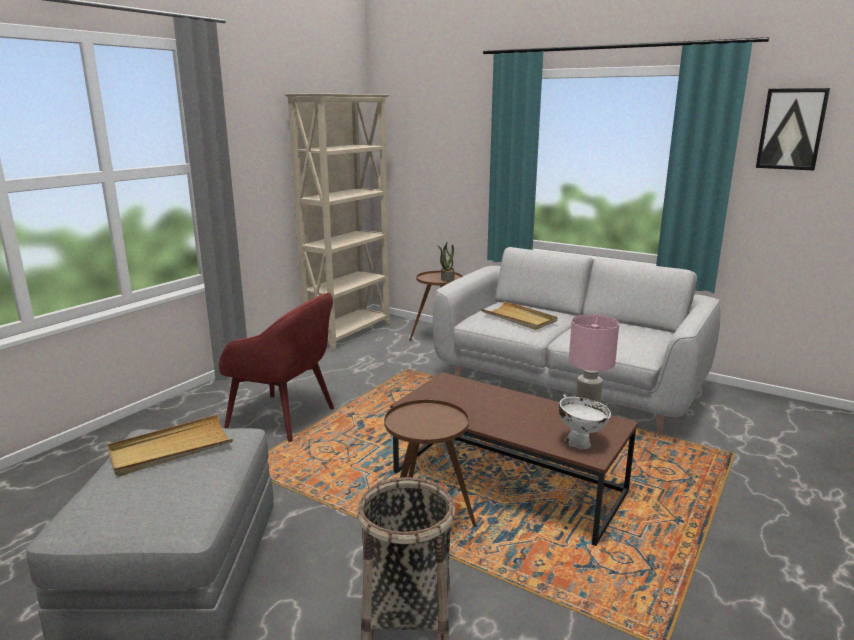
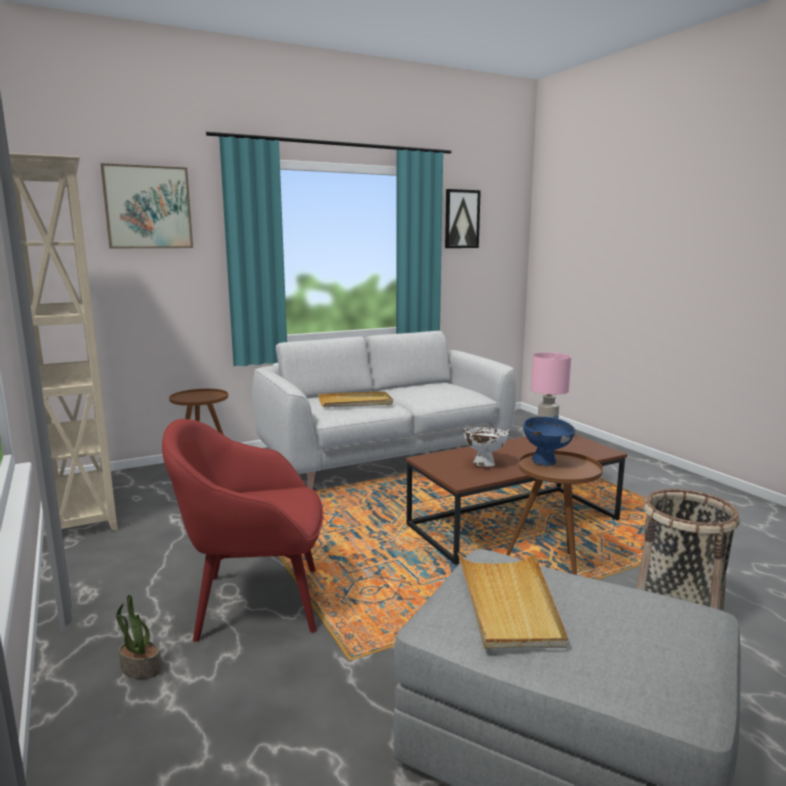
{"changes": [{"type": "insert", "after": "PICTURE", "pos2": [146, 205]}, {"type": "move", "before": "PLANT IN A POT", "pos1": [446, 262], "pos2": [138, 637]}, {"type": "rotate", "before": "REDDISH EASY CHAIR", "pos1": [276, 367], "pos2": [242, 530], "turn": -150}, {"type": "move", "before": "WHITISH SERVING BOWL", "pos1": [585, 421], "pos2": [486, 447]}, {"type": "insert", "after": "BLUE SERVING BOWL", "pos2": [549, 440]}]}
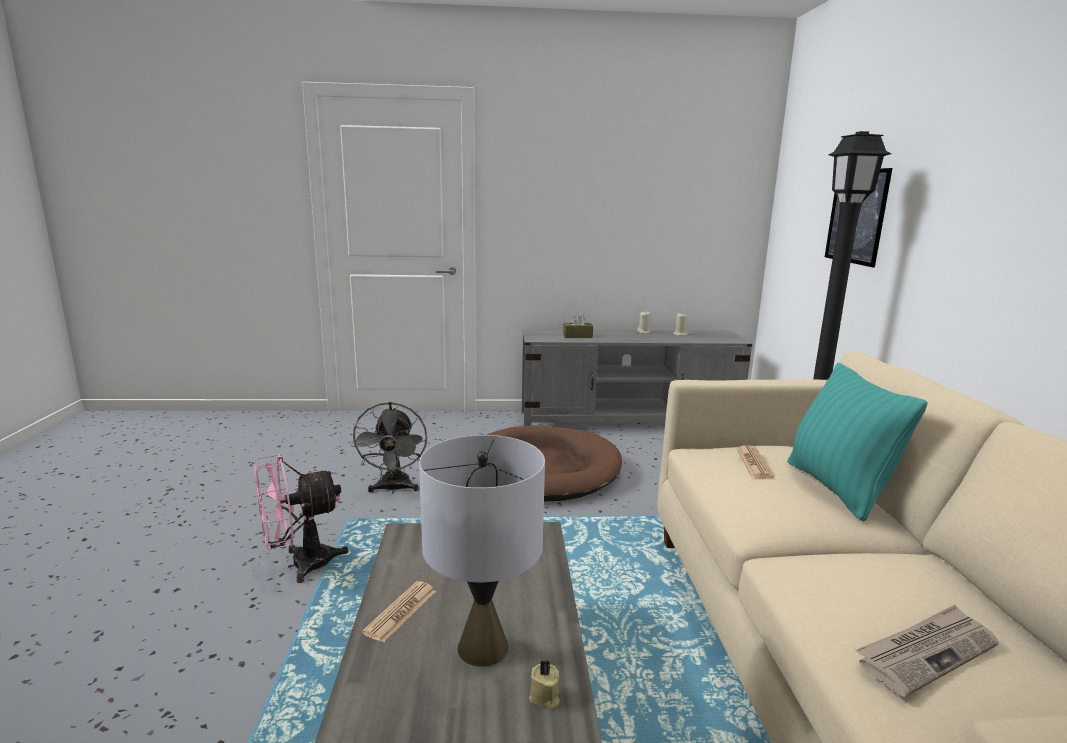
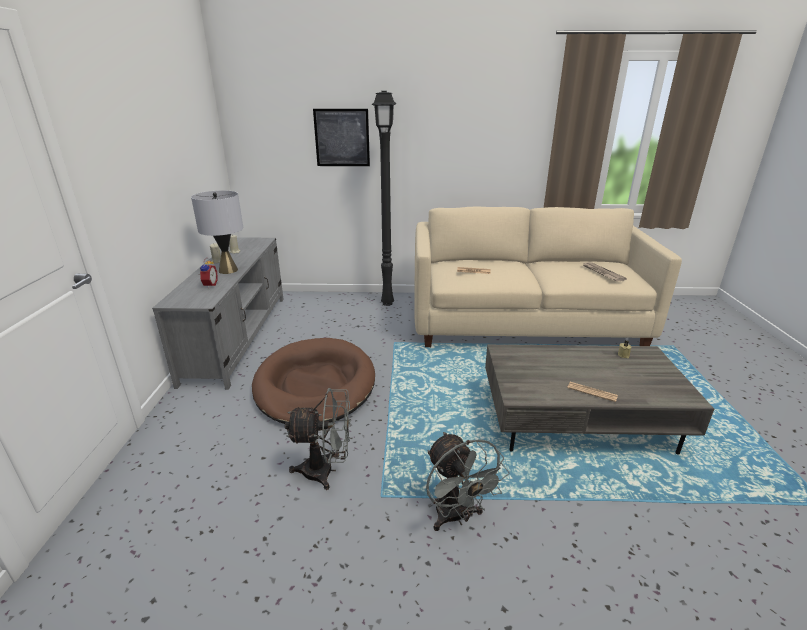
{"changes": [{"type": "move", "before": "GREY TABLE LAMP", "pos1": [482, 551], "pos2": [217, 232]}, {"type": "replace", "before": "BROWN-COLOURED TISSUE HOLDER", "after": "TABLE CLOCK", "pos1": [578, 325], "pos2": [208, 273]}, {"type": "recolor", "before": "PINK ELECTRIC FAN", "after": "GREY ELECTRIC FAN", "pos1": [302, 518], "pos2": [467, 481]}, {"type": "delete", "before": "TURQUOISE PILLOW", "pos1": [857, 442]}]}
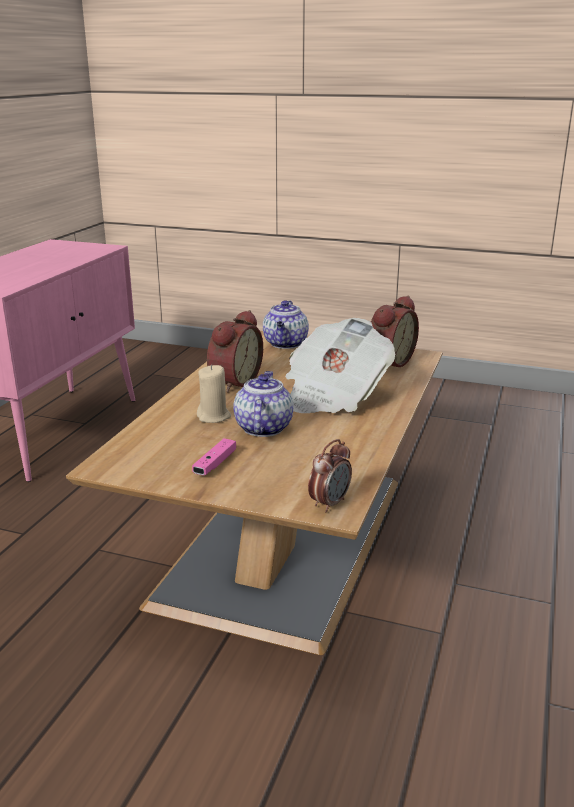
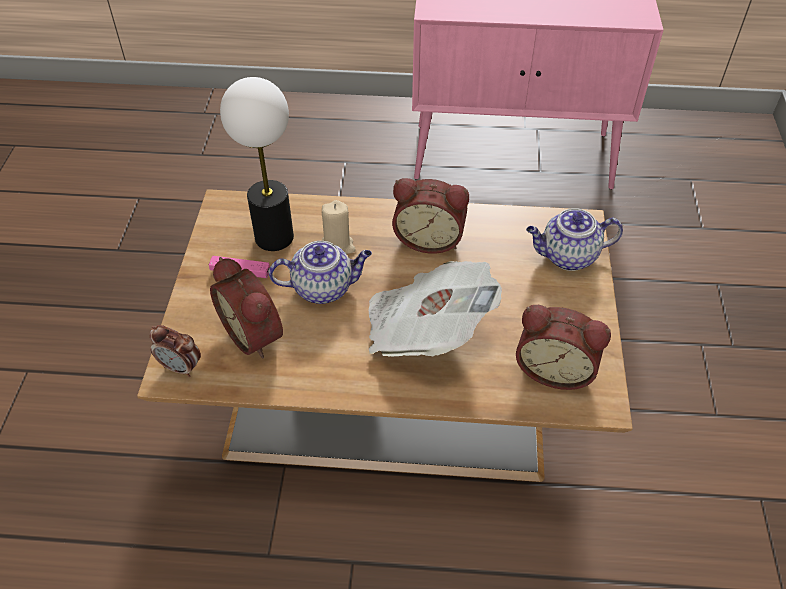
{"changes": [{"type": "insert", "after": "TABLE CLOCK", "pos2": [246, 308]}, {"type": "insert", "after": "TABLE LAMP", "pos2": [257, 164]}]}
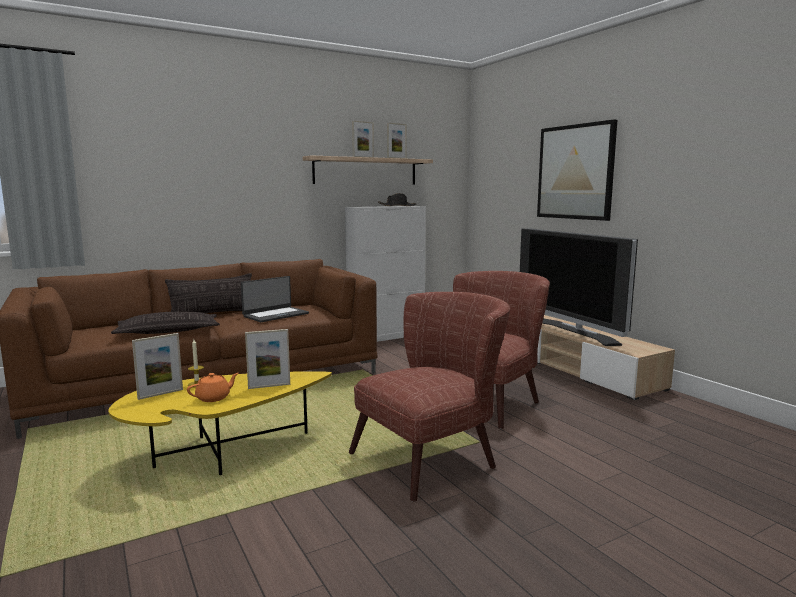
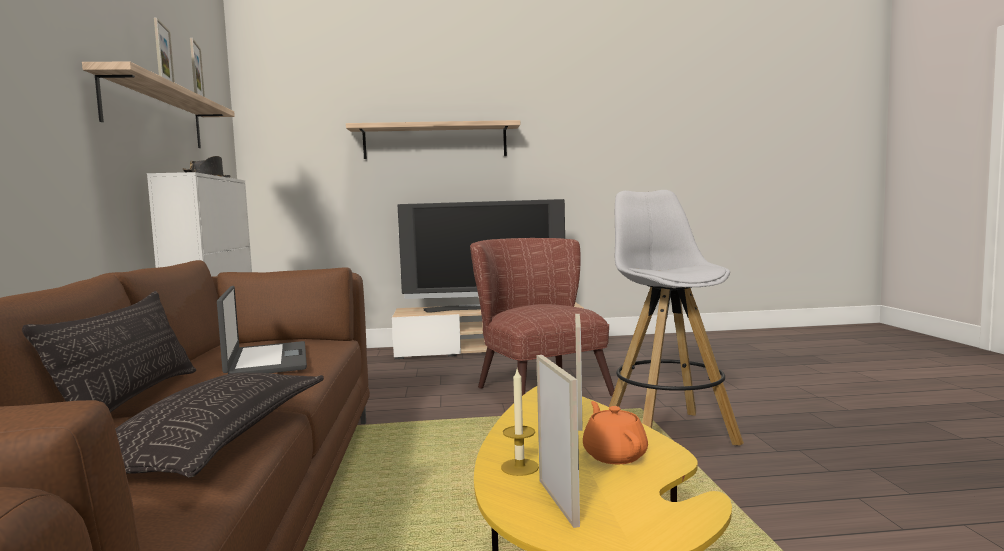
{"changes": [{"type": "replace", "before": "PICTURE", "after": "SHELF", "pos1": [577, 170], "pos2": [433, 139]}, {"type": "replace", "before": "BROWN-COLOURED EASY CHAIR", "after": "WHITISH STOOL", "pos1": [429, 397], "pos2": [676, 318]}]}
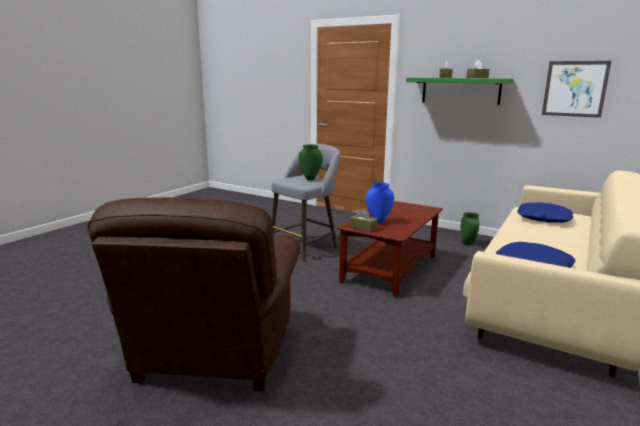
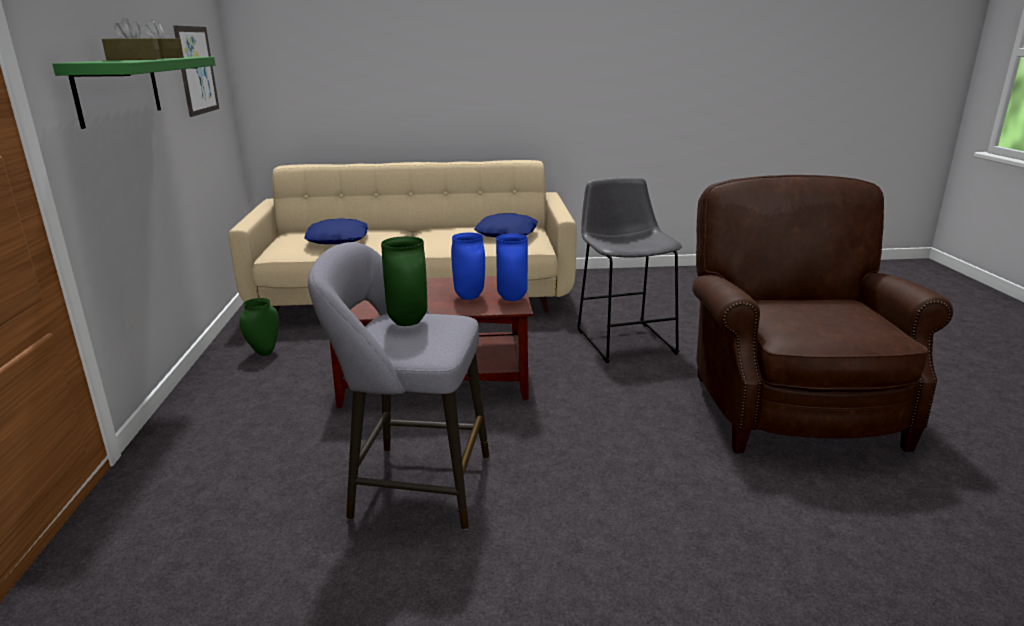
{"changes": [{"type": "replace", "before": "BROWN-COLOURED TISSUE HOLDER", "after": "BLUE VASE", "pos1": [364, 220], "pos2": [512, 267]}, {"type": "insert", "after": "GREY STOOL", "pos2": [629, 270]}, {"type": "rotate", "before": "BROWN-COLOURED EASY CHAIR", "pos1": [194, 294], "pos2": [822, 314], "turn": -60}]}
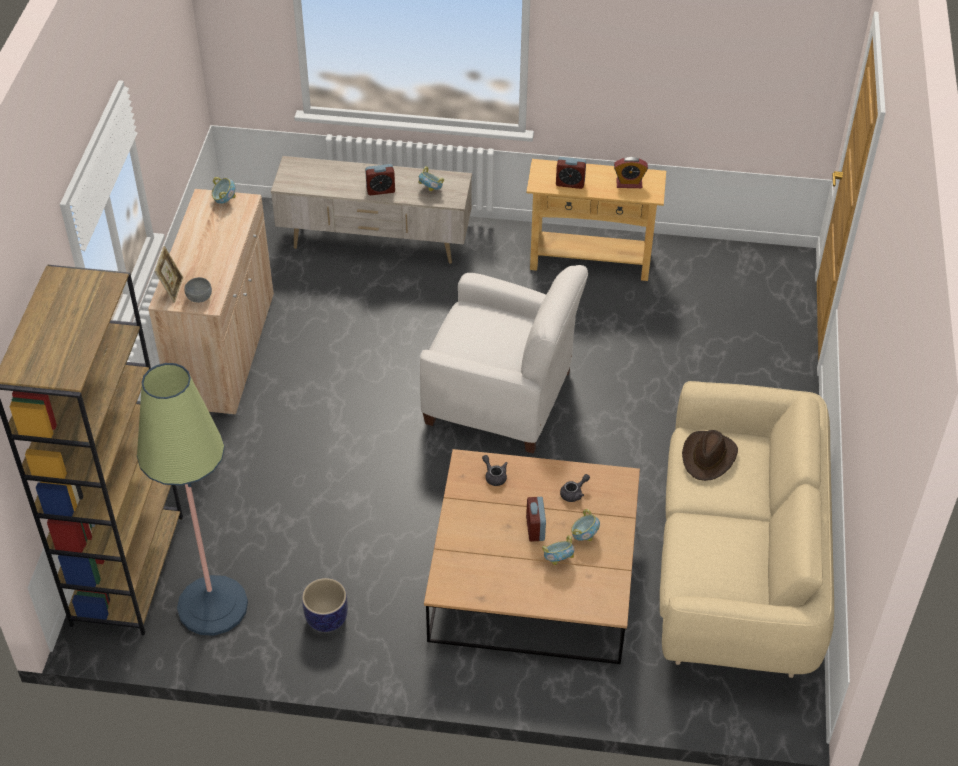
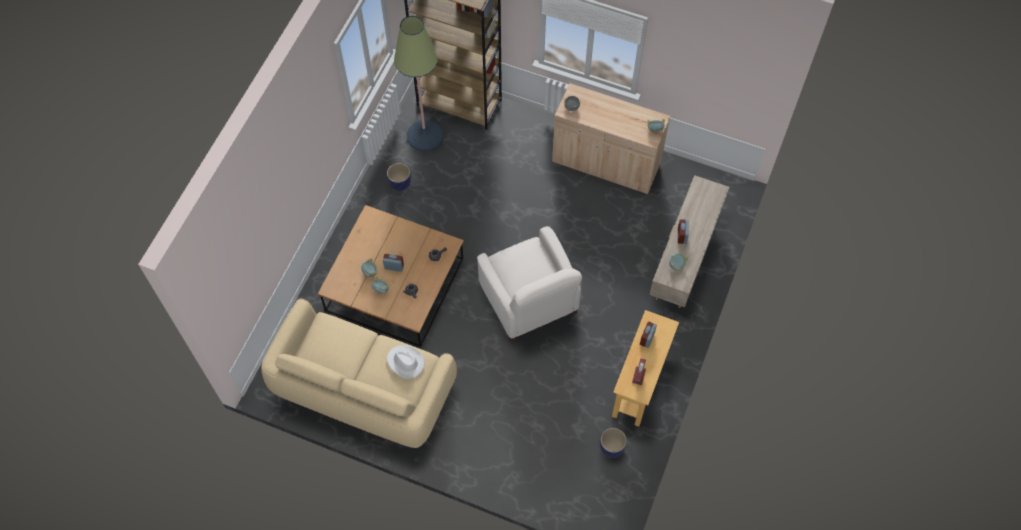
{"changes": [{"type": "recolor", "before": "BROWN-COLOURED HAT", "after": "WHITISH HAT", "pos1": [710, 455], "pos2": [405, 362]}, {"type": "rotate", "before": "WHITISH EASY CHAIR", "pos1": [504, 359], "pos2": [529, 284], "turn": -60}, {"type": "insert", "after": "FLOWER POT", "pos2": [613, 443]}, {"type": "delete", "before": "PHOTO FRAME", "pos1": [169, 274]}]}
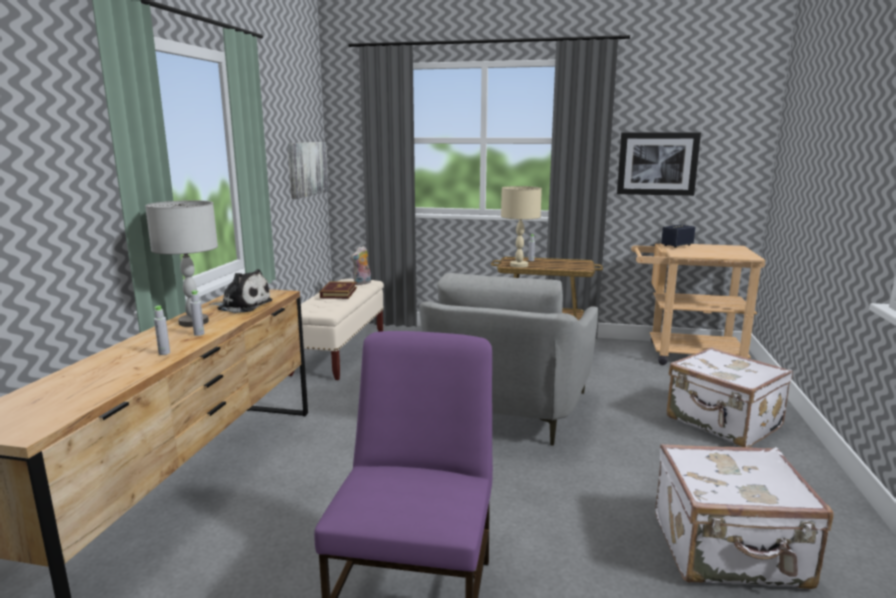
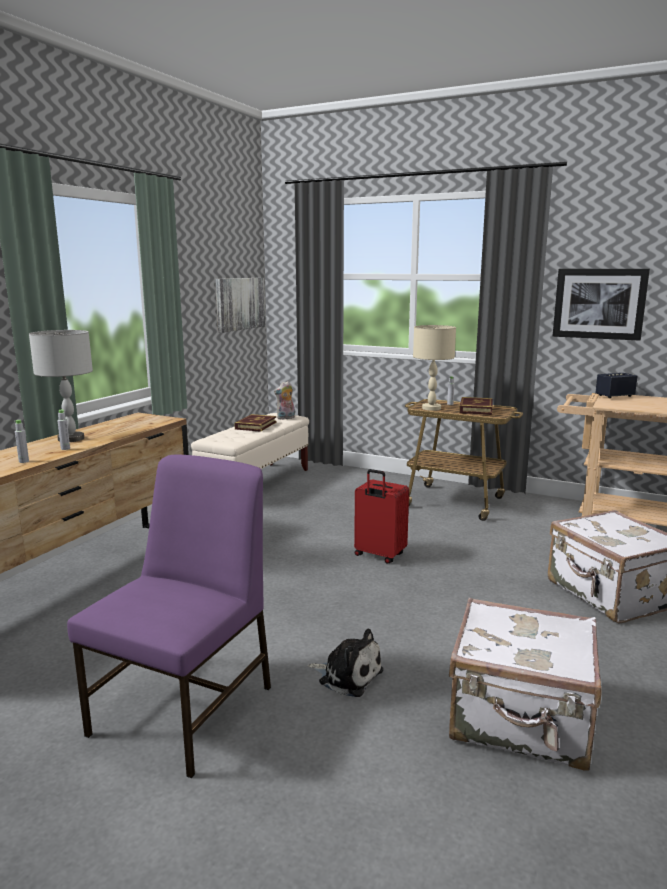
{"changes": [{"type": "move", "before": "CUDDLY TOY", "pos1": [241, 291], "pos2": [345, 663]}, {"type": "replace", "before": "GREY EASY CHAIR", "after": "REDDISH PIECE OF LUGGAGE", "pos1": [508, 359], "pos2": [381, 516]}, {"type": "insert", "after": "BOOK", "pos2": [476, 406]}]}
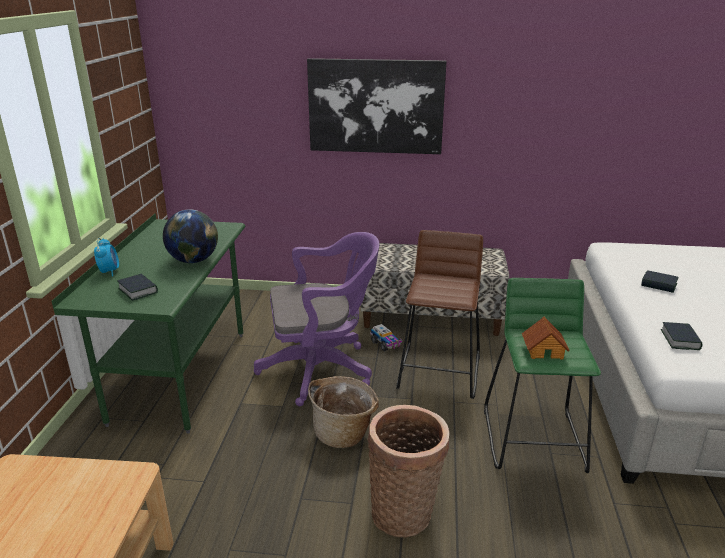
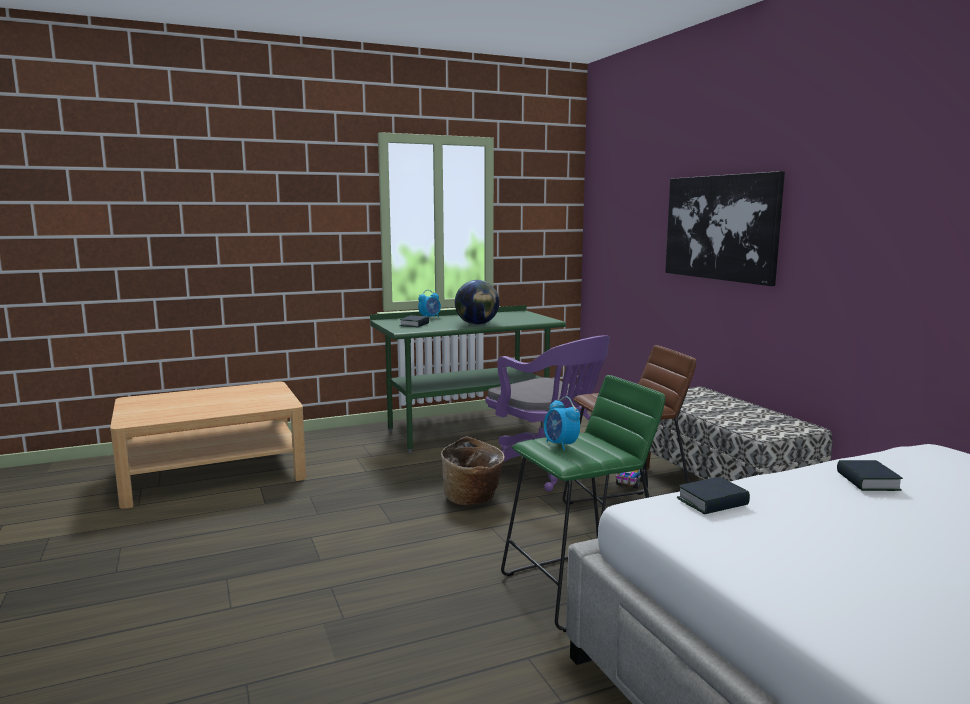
{"changes": [{"type": "replace", "before": "TOY HOUSE", "after": "TABLE CLOCK", "pos1": [546, 338], "pos2": [562, 423]}, {"type": "delete", "before": "BASKET", "pos1": [408, 471]}]}
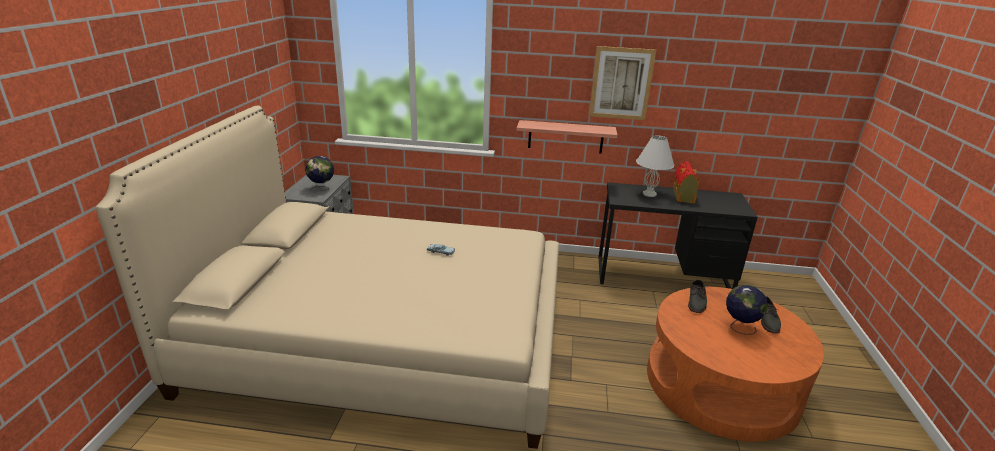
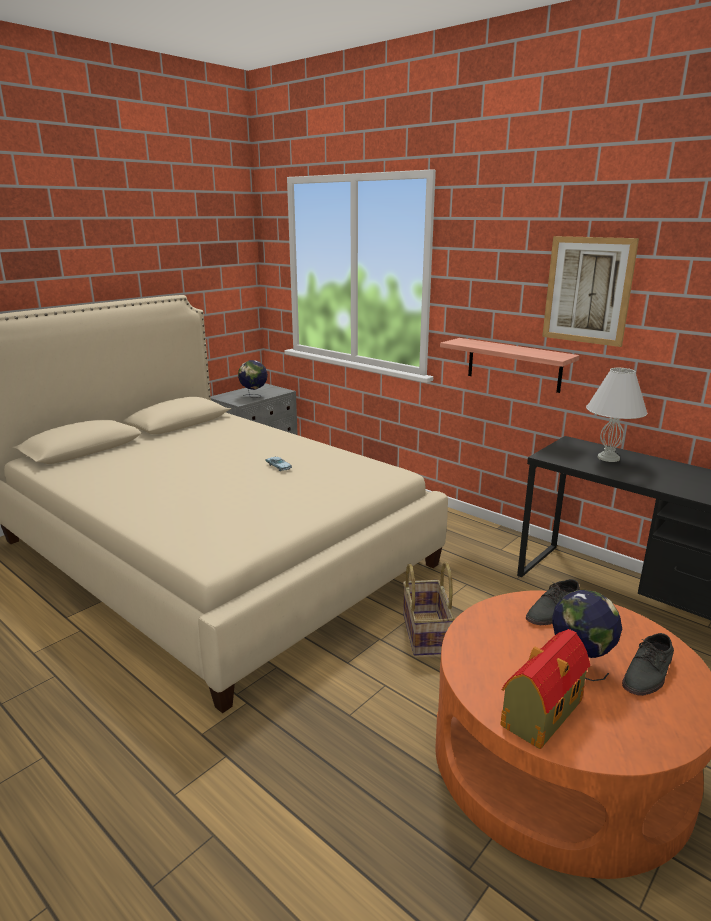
{"changes": [{"type": "insert", "after": "BASKET", "pos2": [428, 609]}, {"type": "move", "before": "TOY HOUSE", "pos1": [686, 182], "pos2": [545, 689]}]}
